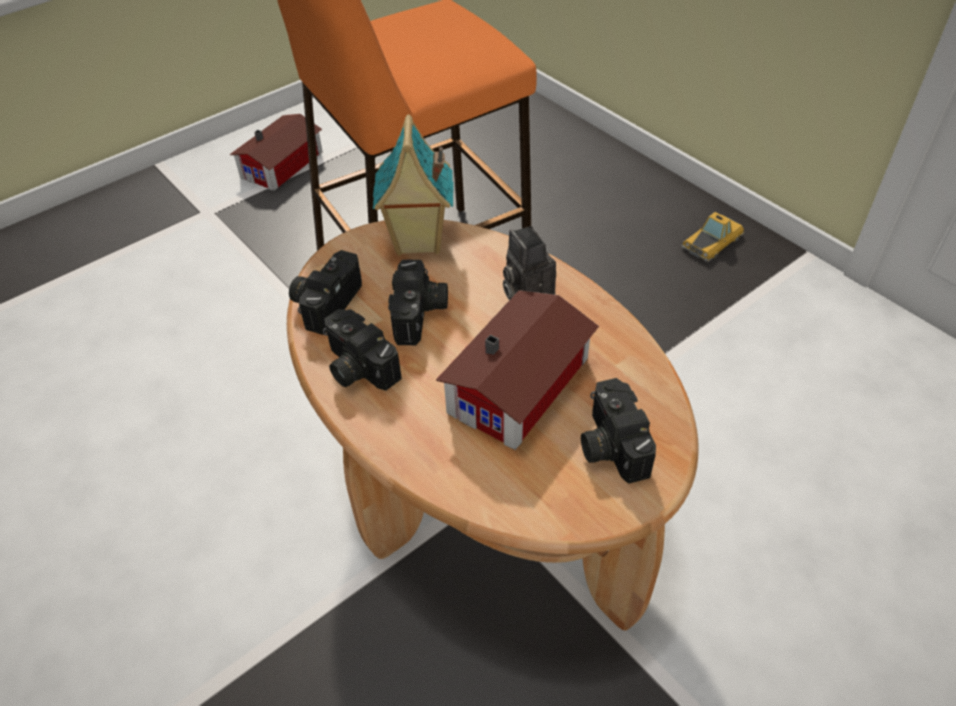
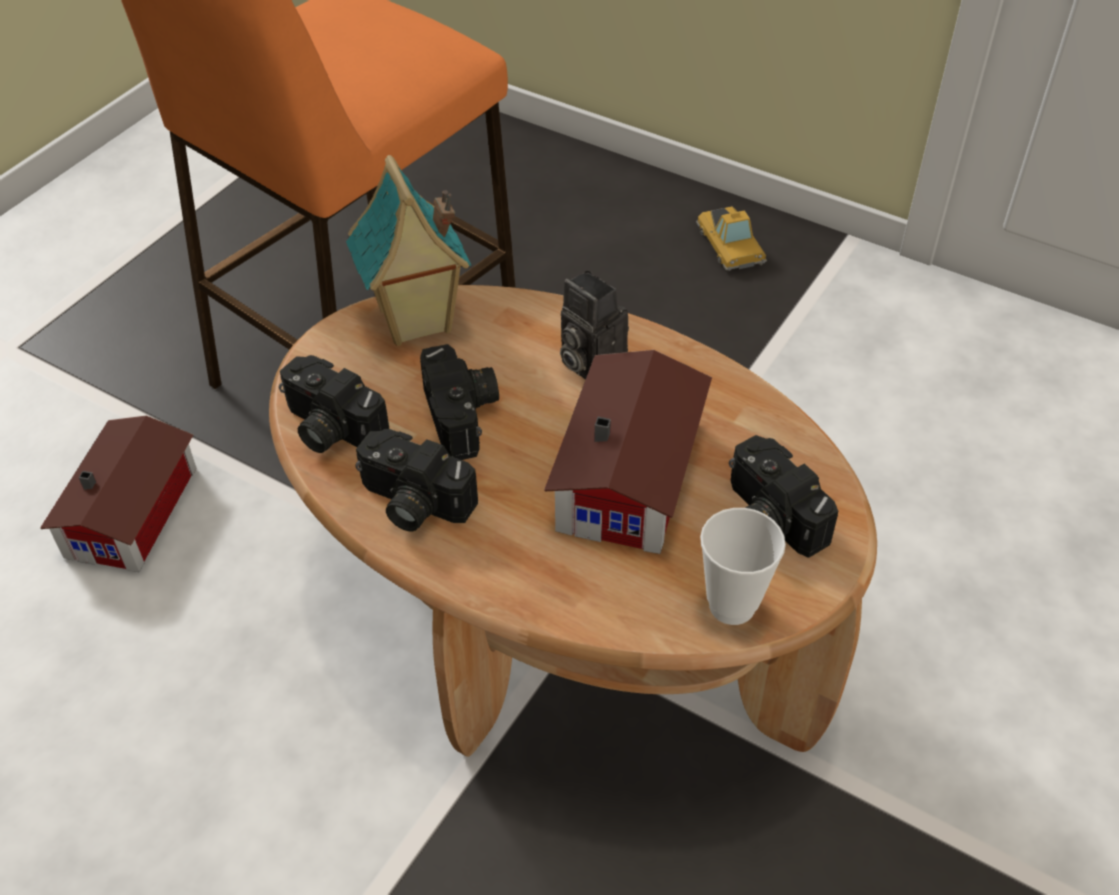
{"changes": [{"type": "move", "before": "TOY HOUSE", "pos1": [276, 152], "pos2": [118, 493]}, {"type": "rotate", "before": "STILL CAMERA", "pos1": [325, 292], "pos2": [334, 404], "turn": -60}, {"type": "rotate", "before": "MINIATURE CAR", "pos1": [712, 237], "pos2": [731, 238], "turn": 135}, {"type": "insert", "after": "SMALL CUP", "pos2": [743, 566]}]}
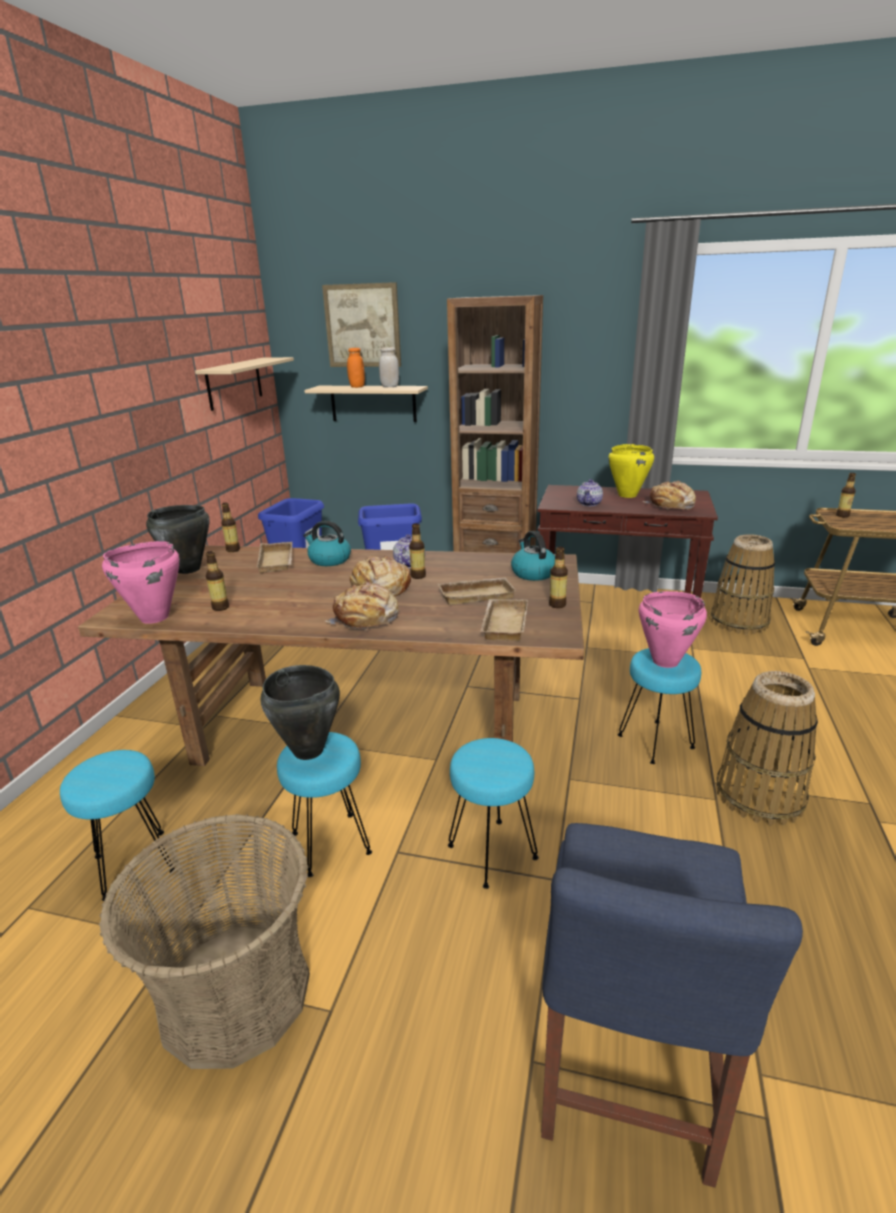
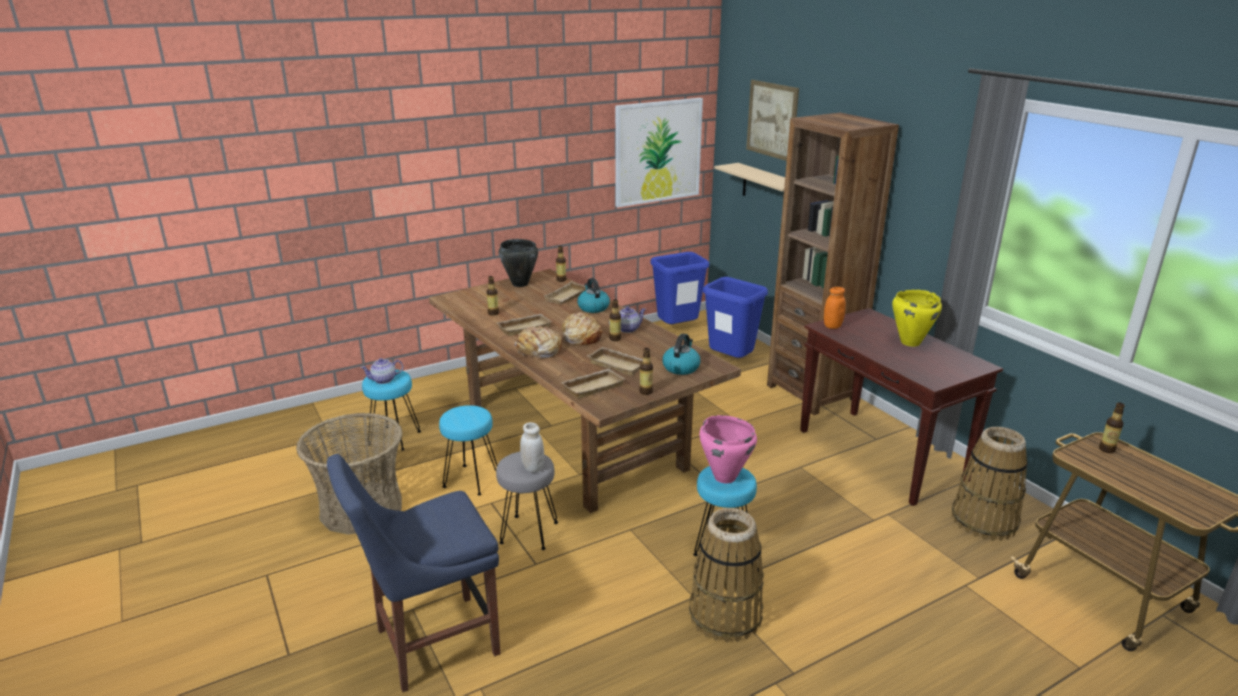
{"changes": [{"type": "move", "before": "TEA POT", "pos1": [590, 492], "pos2": [382, 371]}, {"type": "insert", "after": "SAND-COLOURED SERVING TRAY", "pos2": [524, 325]}, {"type": "recolor", "before": "TURQUOISE STOOL", "after": "GREY STOOL", "pos1": [493, 813], "pos2": [527, 501]}, {"type": "move", "before": "WHITISH PRESERVE JAR", "pos1": [389, 367], "pos2": [532, 447]}, {"type": "replace", "before": "SAND-COLOURED SHELF", "after": "PICTURE", "pos1": [244, 384], "pos2": [659, 152]}, {"type": "move", "before": "ORANGE PRESERVE JAR", "pos1": [356, 368], "pos2": [835, 308]}, {"type": "delete", "before": "PINK COOKING POT", "pos1": [141, 582]}, {"type": "delete", "before": "BLACK COOKING POT", "pos1": [300, 712]}, {"type": "delete", "before": "BAKERY BREAD", "pos1": [669, 495]}]}
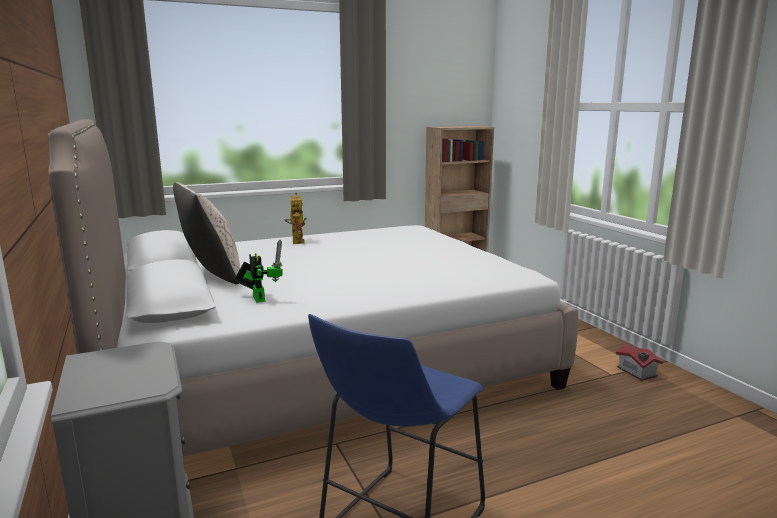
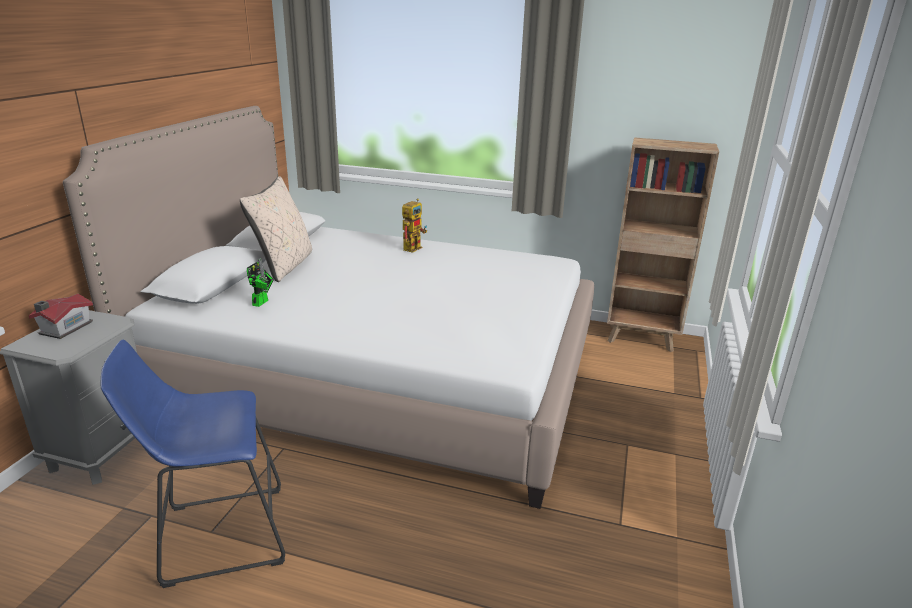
{"changes": [{"type": "move", "before": "TOY HOUSE", "pos1": [639, 363], "pos2": [61, 316]}]}
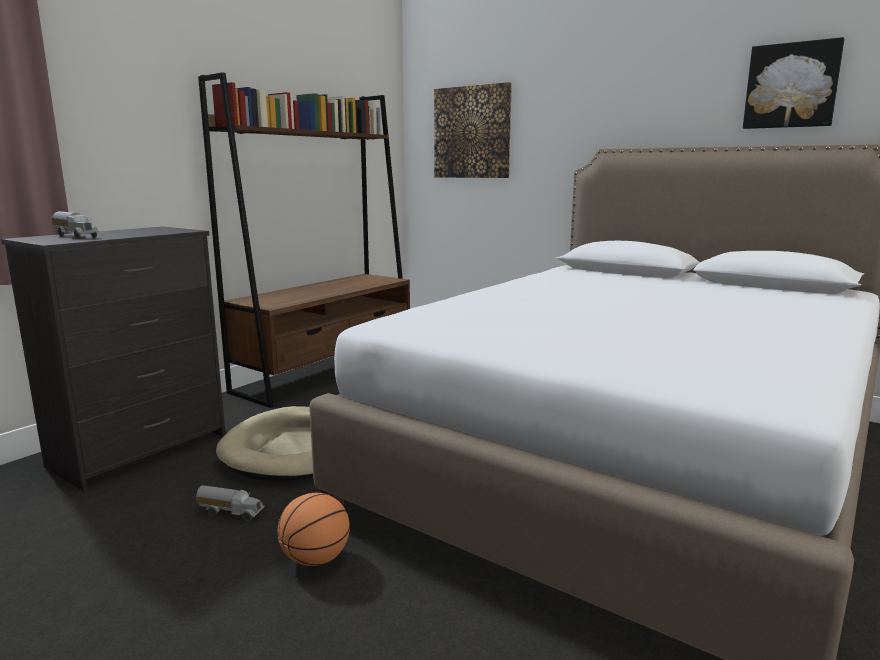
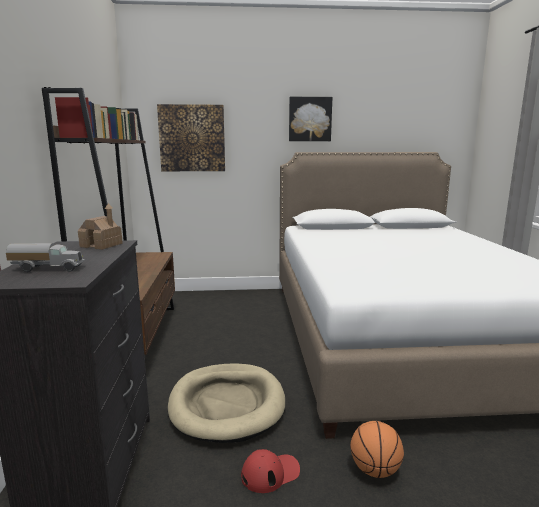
{"changes": [{"type": "insert", "after": "TOY HOUSE", "pos2": [100, 226]}, {"type": "replace", "before": "TOY LORRY", "after": "REDDISH PEAKED CAP", "pos1": [230, 503], "pos2": [270, 471]}, {"type": "move", "before": "PICTURE", "pos1": [794, 83], "pos2": [310, 119]}]}
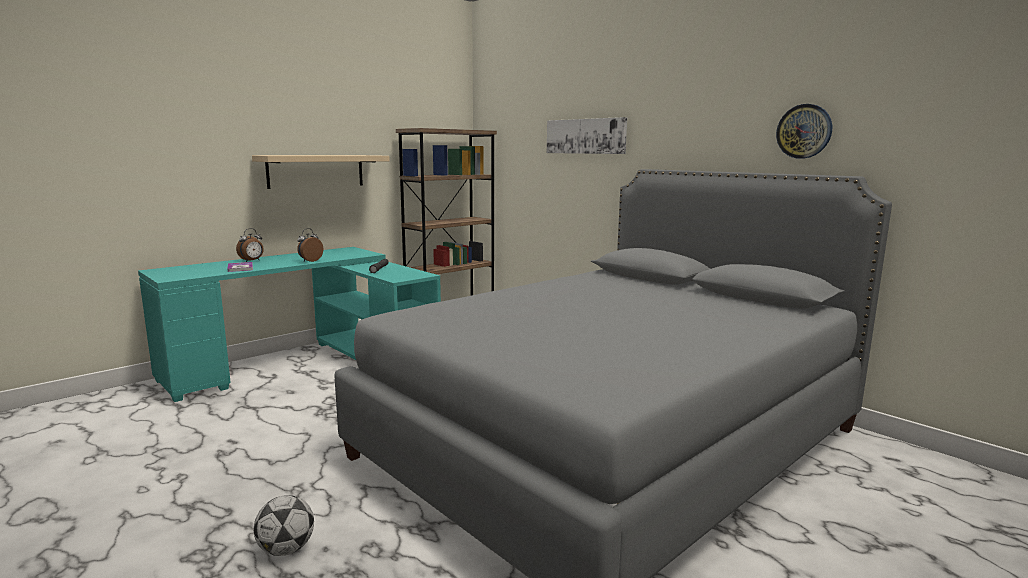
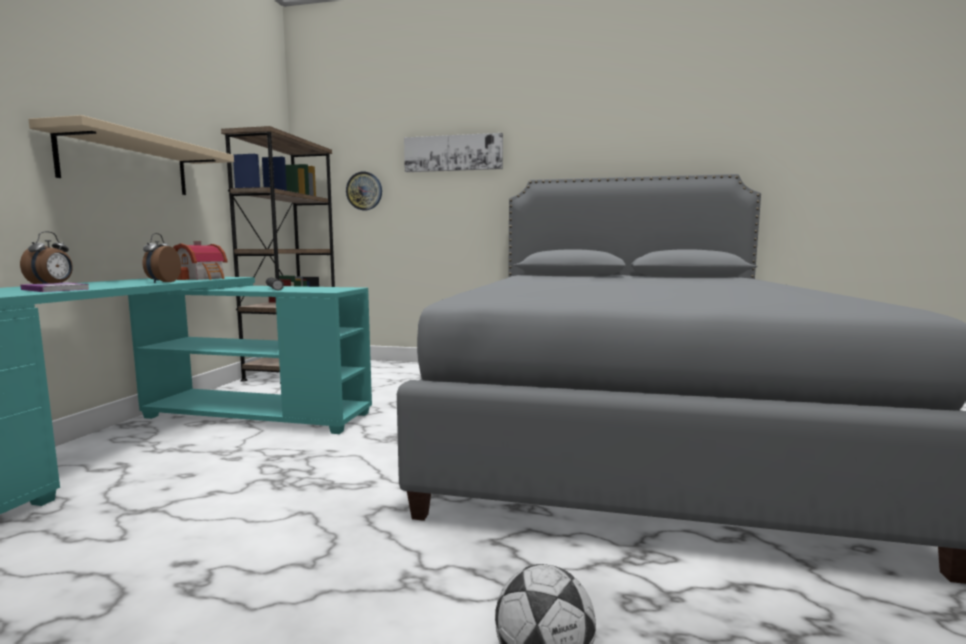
{"changes": [{"type": "insert", "after": "TOY HOUSE", "pos2": [200, 260]}, {"type": "move", "before": "HANGING CLOCK", "pos1": [804, 131], "pos2": [364, 190]}]}
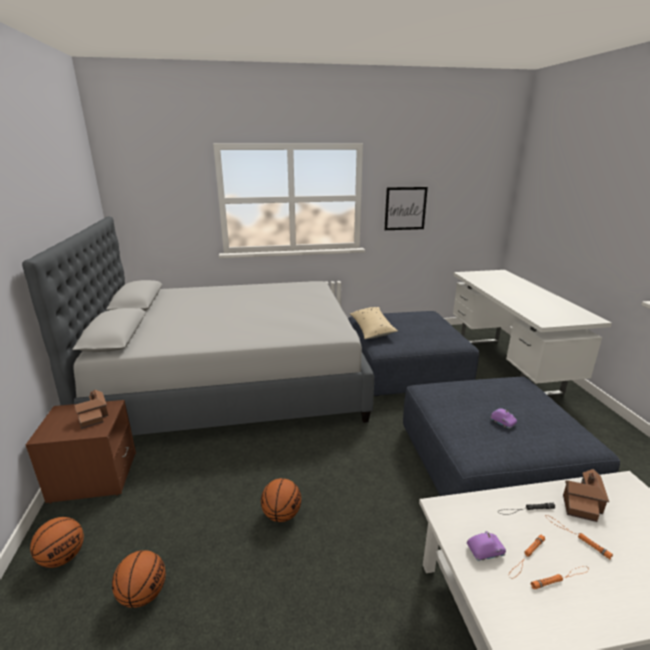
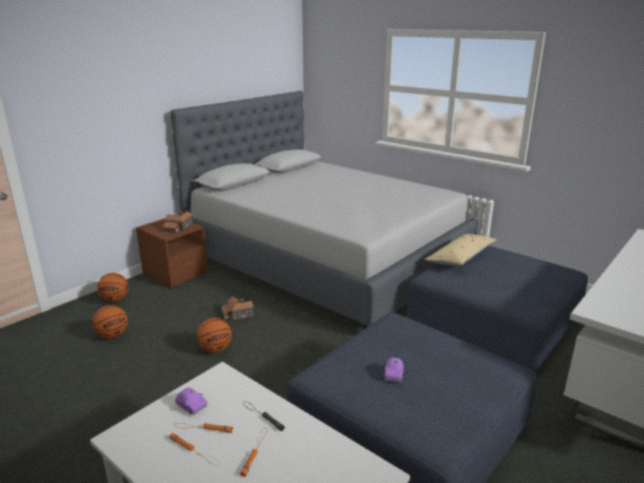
{"changes": [{"type": "move", "before": "TOY HOUSE", "pos1": [586, 495], "pos2": [237, 308]}, {"type": "delete", "before": "PICTURE", "pos1": [406, 208]}]}
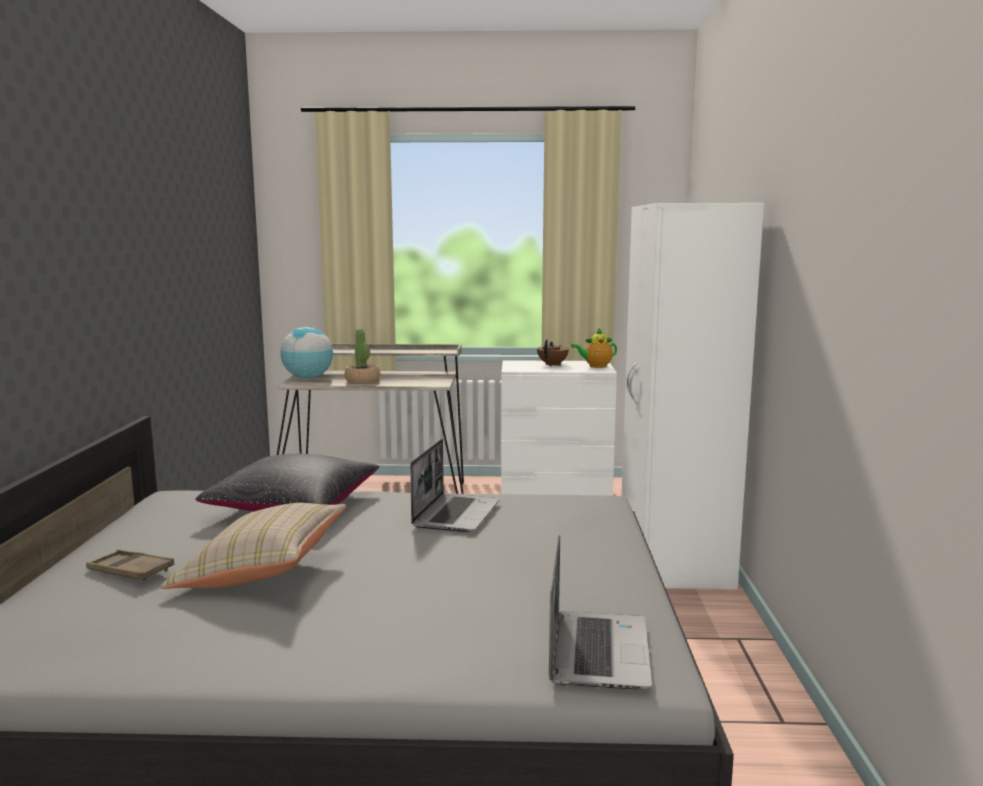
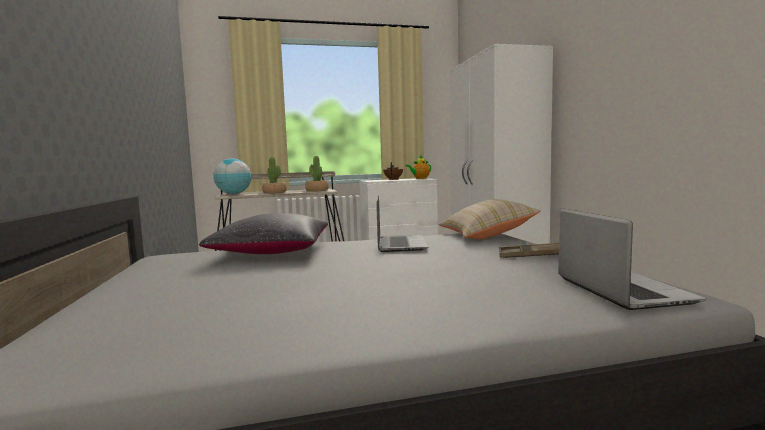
{"changes": [{"type": "insert", "after": "PLANT IN A POT", "pos2": [317, 174]}, {"type": "move", "before": "SAND-COLOURED PILLOW", "pos1": [253, 546], "pos2": [490, 219]}, {"type": "move", "before": "BROWN-COLOURED SERVING TRAY", "pos1": [130, 565], "pos2": [529, 250]}]}
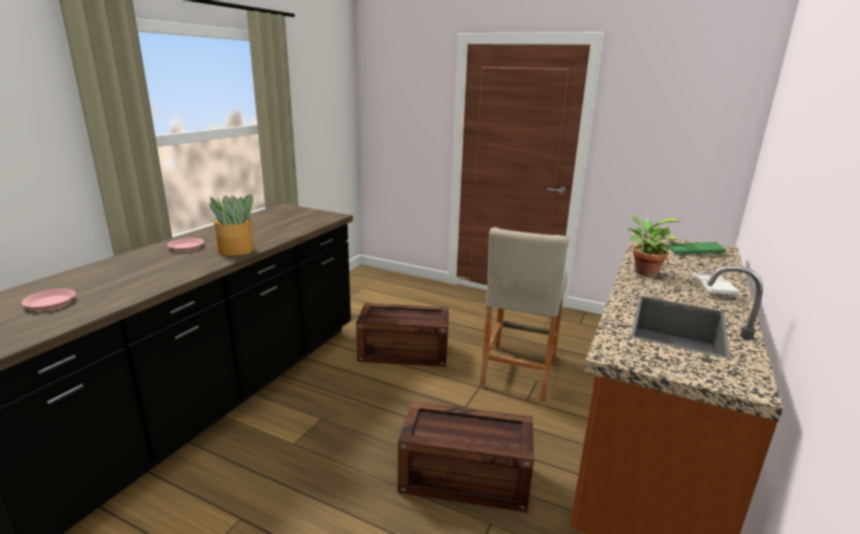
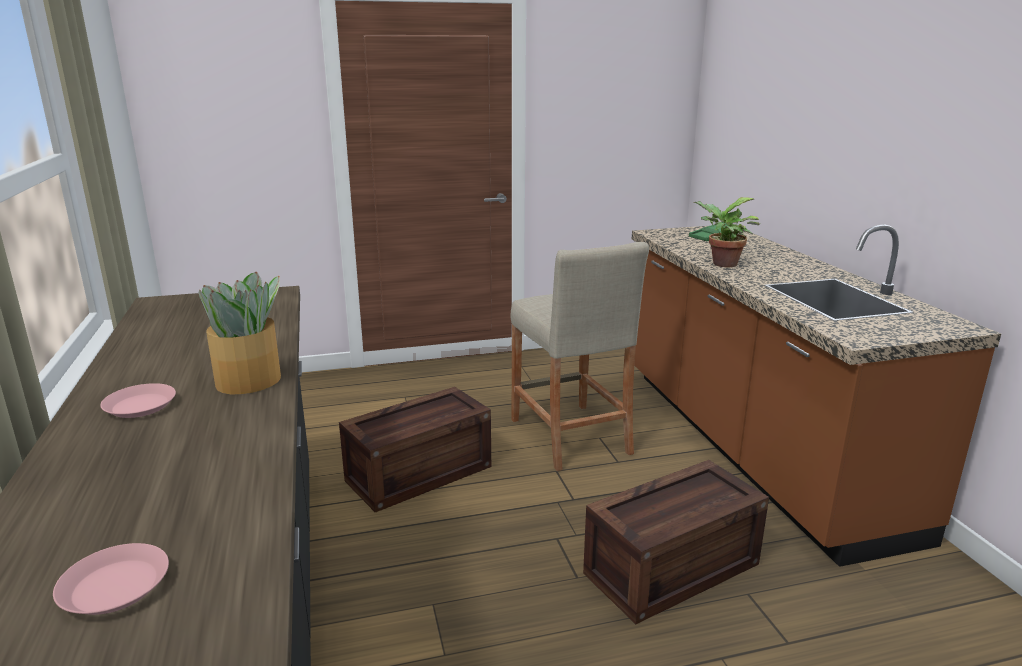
{"changes": [{"type": "delete", "before": "WHITISH SERVING TRAY", "pos1": [716, 285]}]}
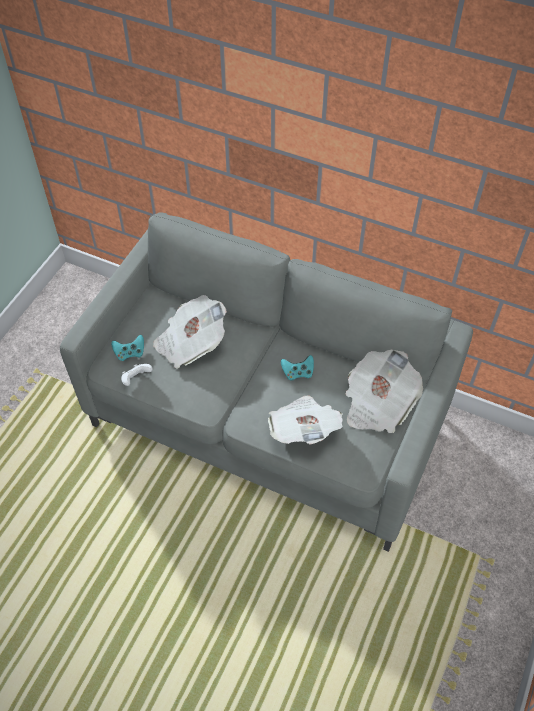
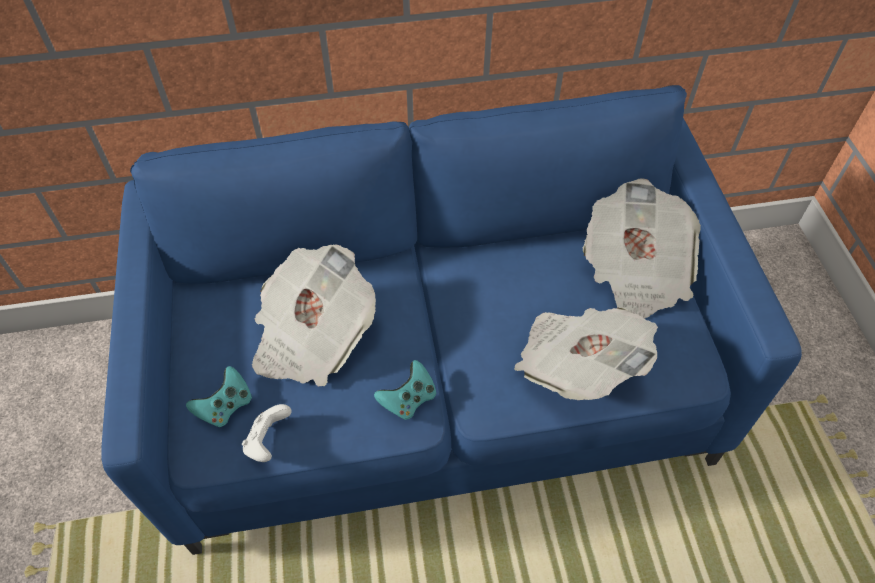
{"changes": [{"type": "recolor", "before": "GREY SOFA", "after": "BLUE SOFA", "pos1": [266, 382], "pos2": [451, 320]}, {"type": "move", "before": "TURQUOISE GAME CONTROLLER", "pos1": [297, 368], "pos2": [405, 390]}]}
